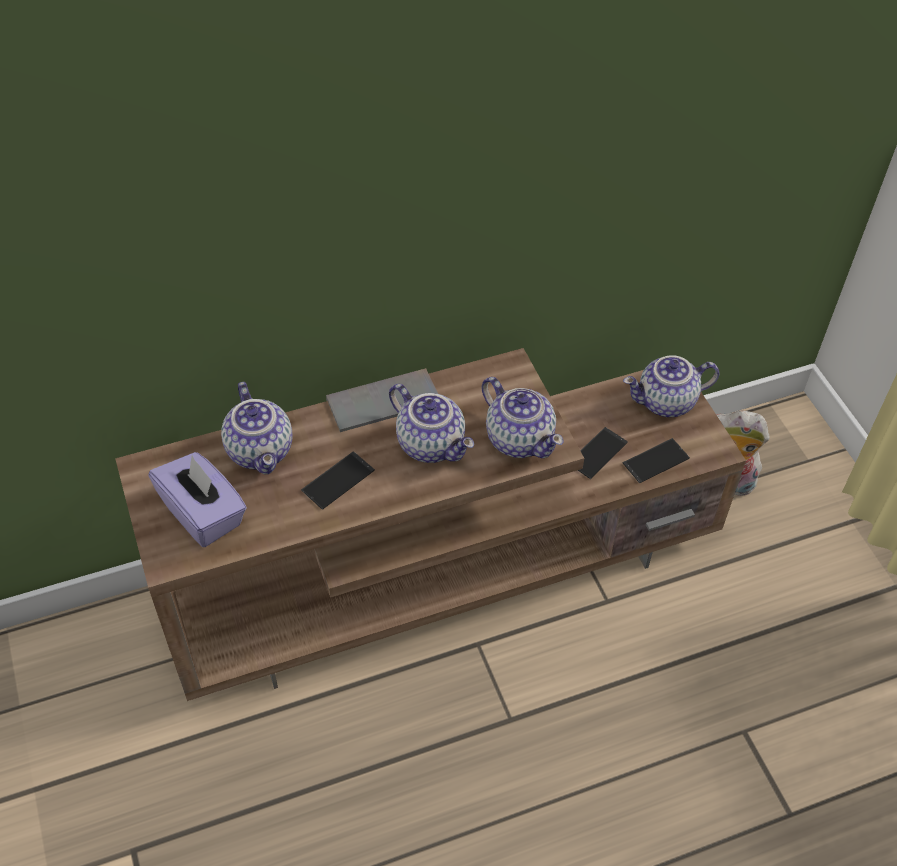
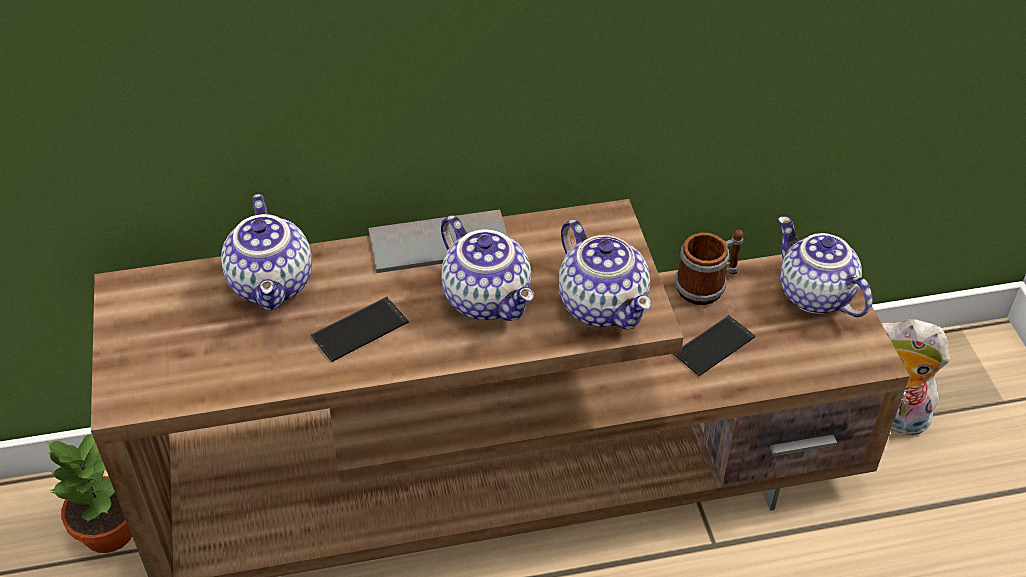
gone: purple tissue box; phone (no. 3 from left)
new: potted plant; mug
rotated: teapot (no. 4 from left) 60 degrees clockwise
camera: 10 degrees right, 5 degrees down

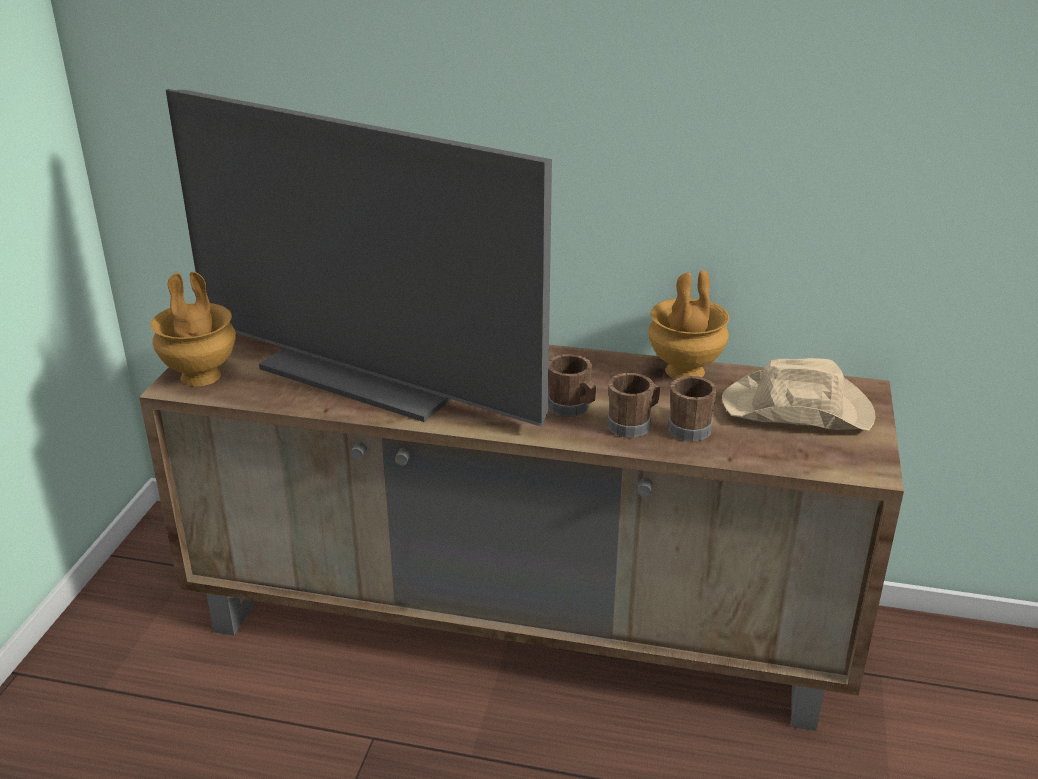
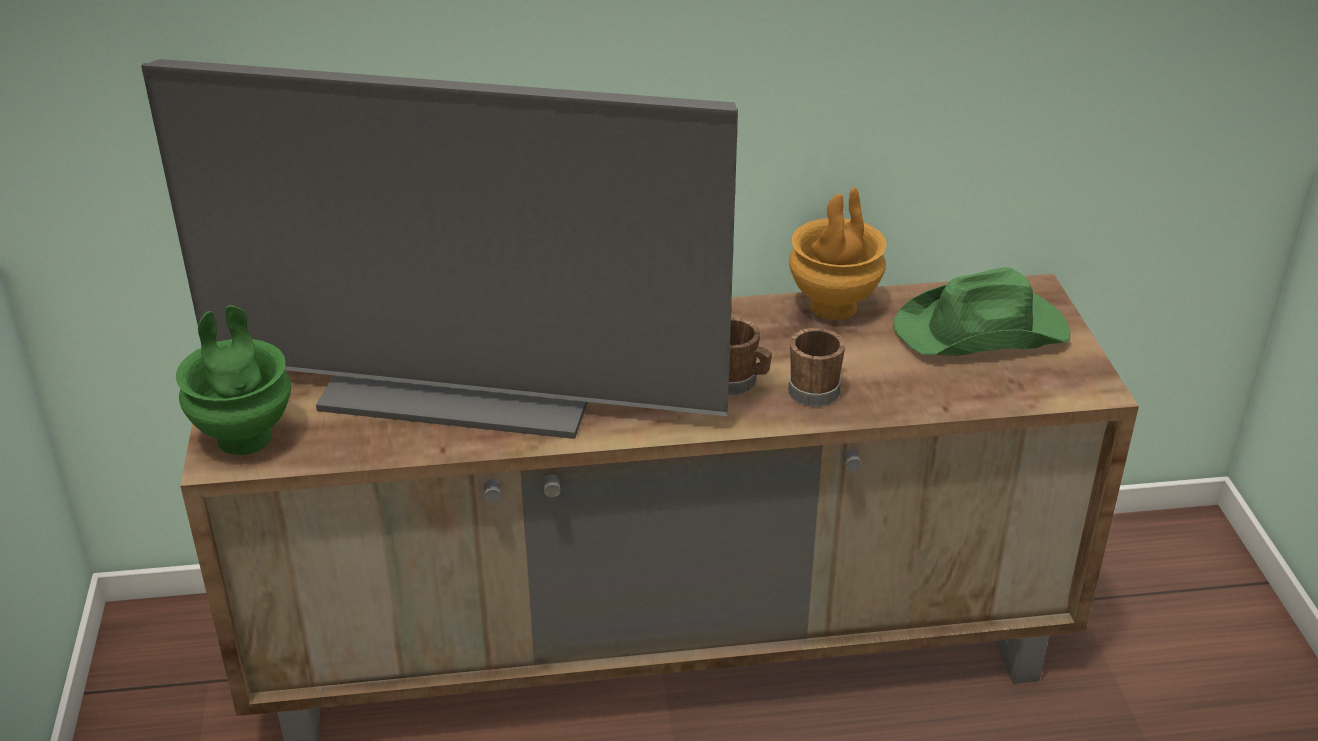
gone: brown mug (no. 3 from left)
repainted: brown vase (no. 1 from left) to green vase; beige hat to green hat
camera: 20 degrees left, 5 degrees up

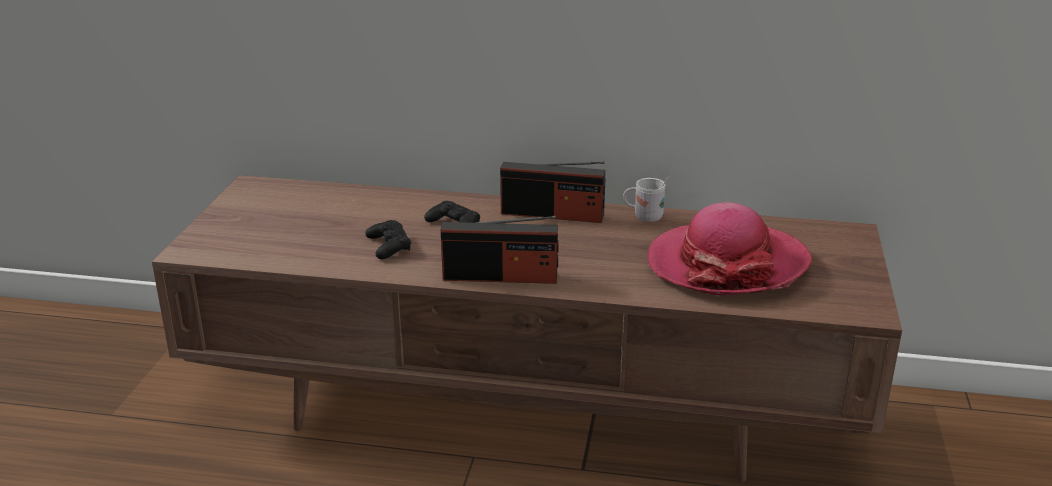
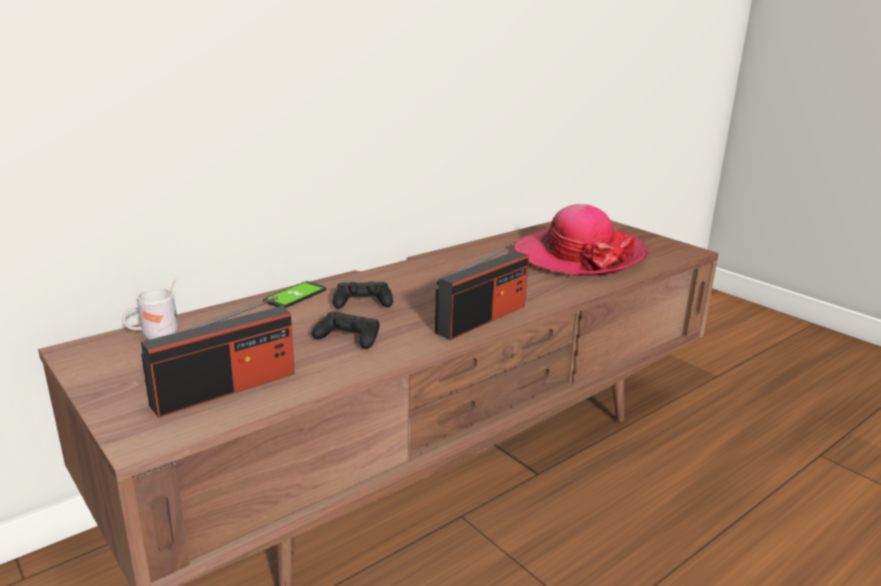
new: phone
shifted: radio (no. 2 from left in the first image) to radio (no. 1 from left); white mug
camera: 50 degrees left, 5 degrees down

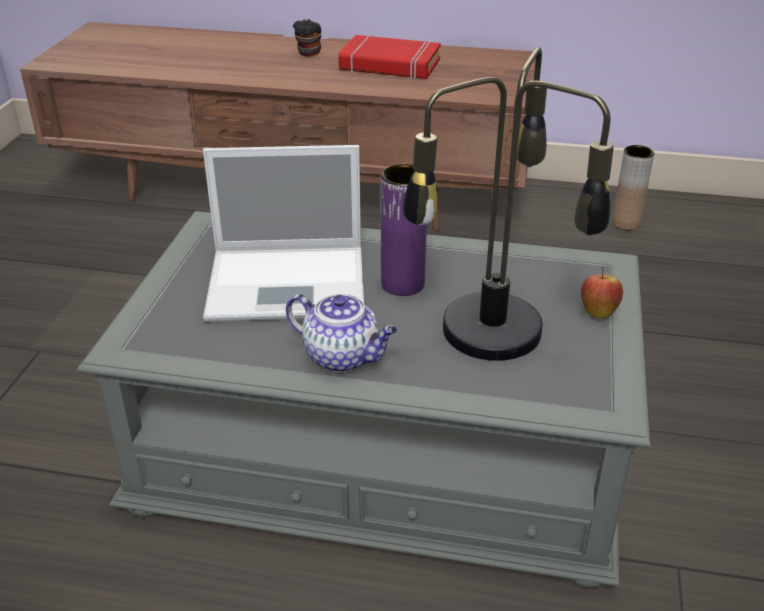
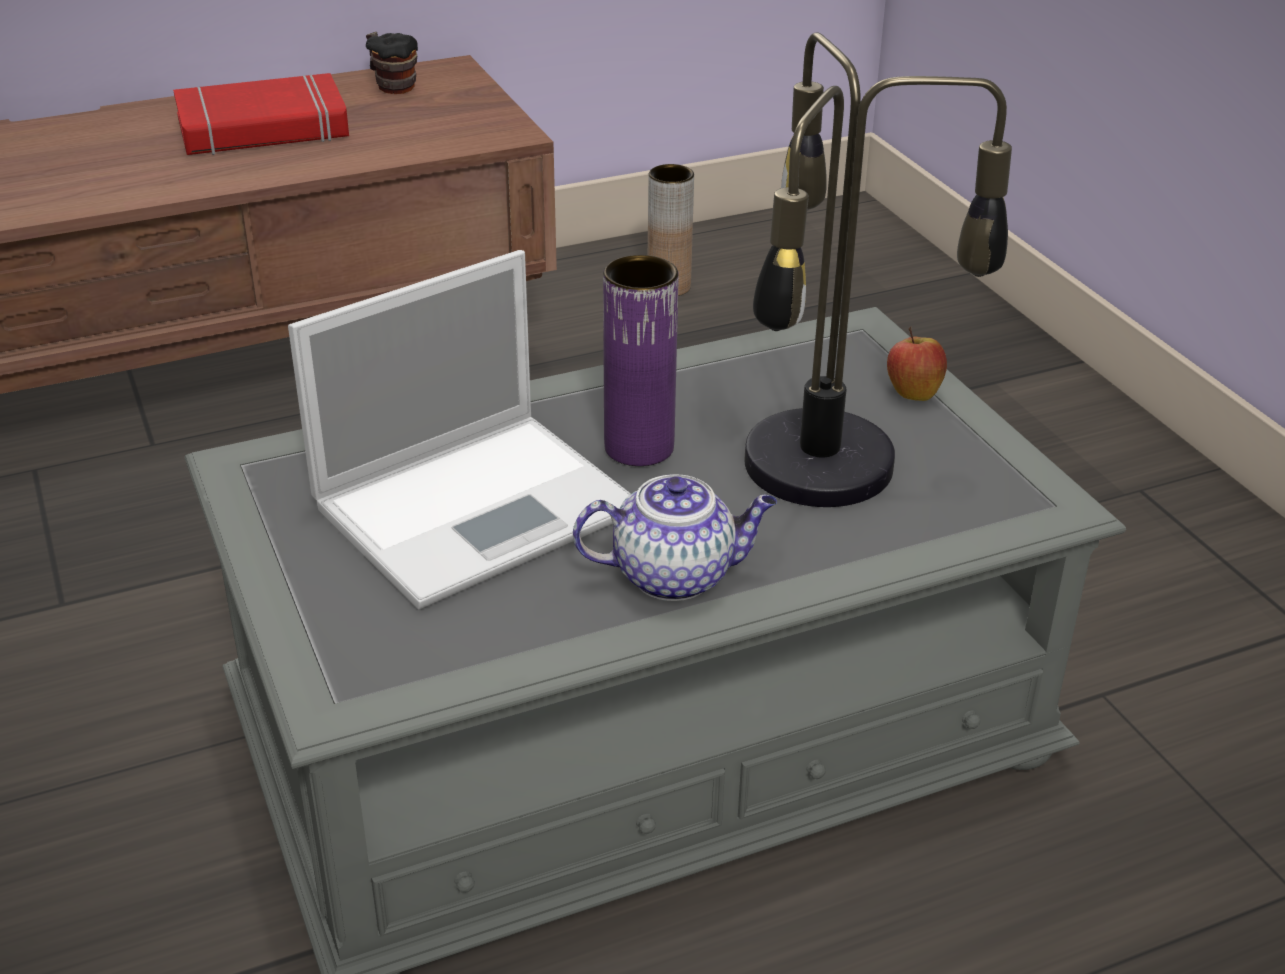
shifted: mug
camera: 35 degrees left, 0 degrees up

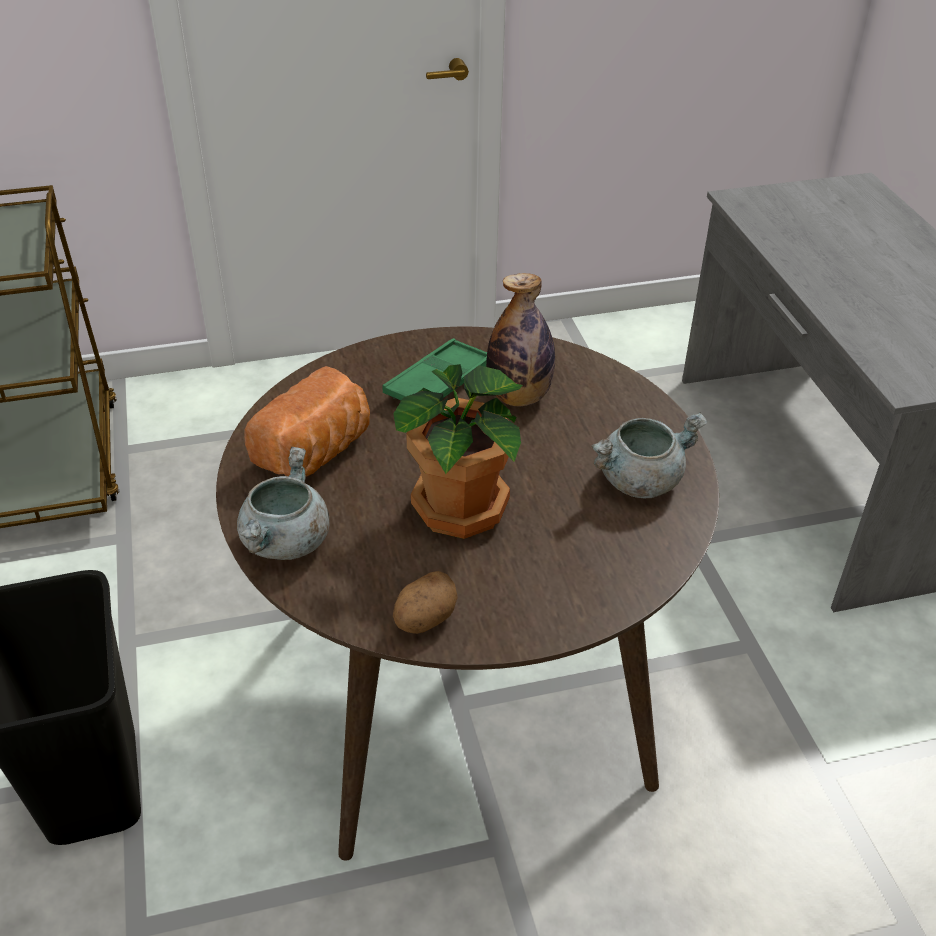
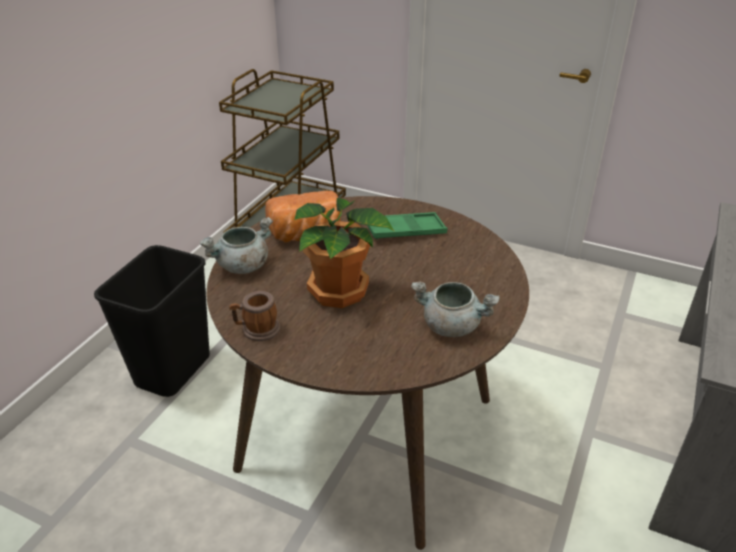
gone: bottle
swapped: potato to mug
camera: 40 degrees right, 5 degrees down

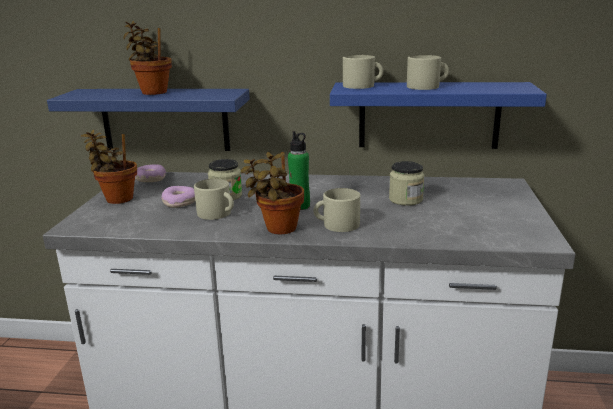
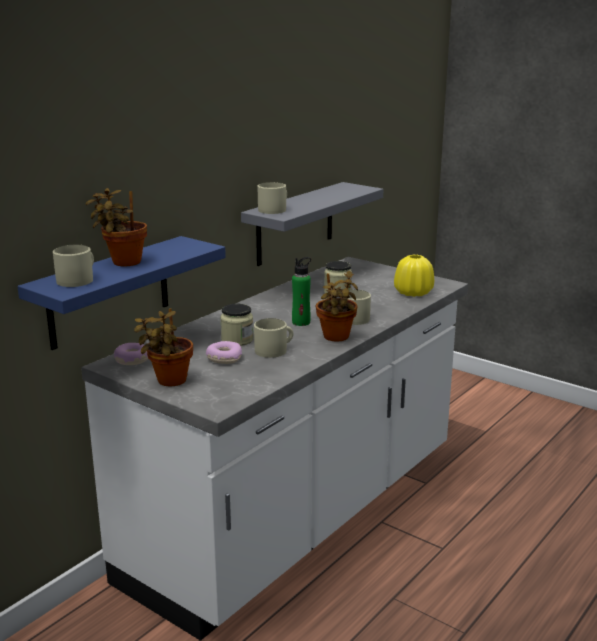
new: yellow vase
shifted: beige mug (no. 4 from left in the first image) to beige mug (no. 1 from left)
repainted: blue shelf (no. 2 from left) to grey shelf
camera: 60 degrees left, 0 degrees up

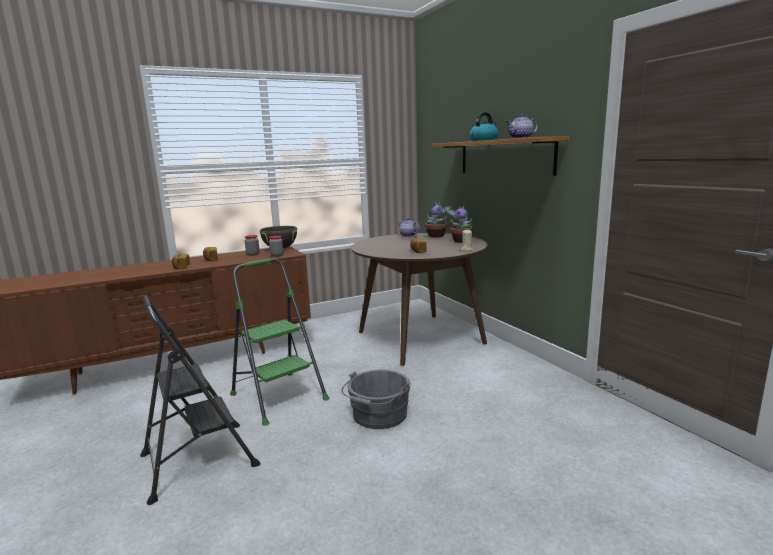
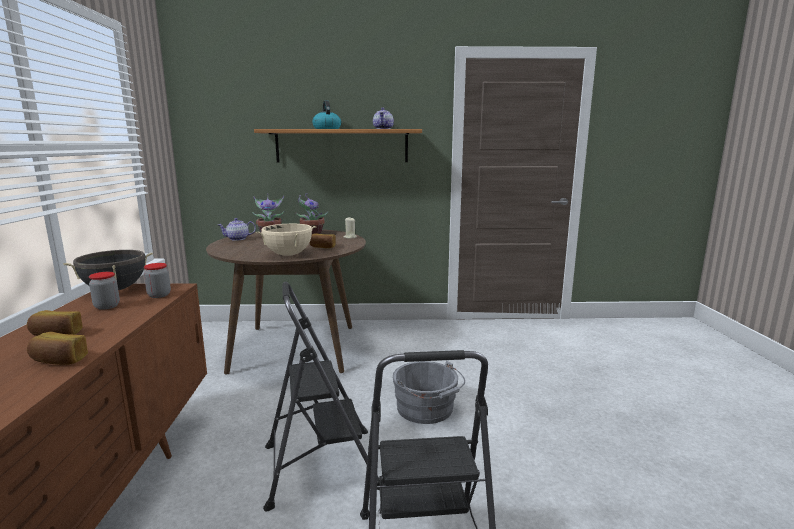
new: beige cooking pot
repainted: green step ladder to black step ladder (no. 1 from left)
camera: 65 degrees left, 0 degrees up

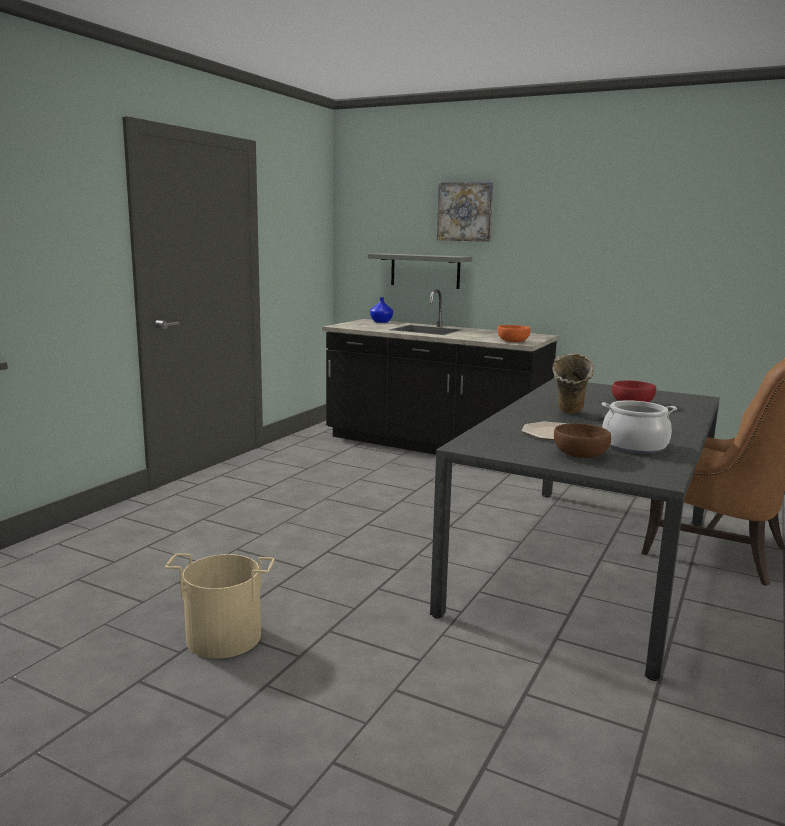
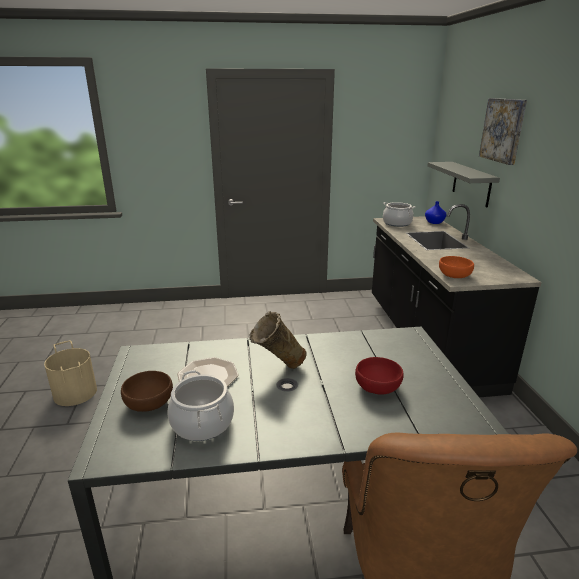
new: cooking pot (no. 2 from left)
camera: 55 degrees right, 10 degrees up

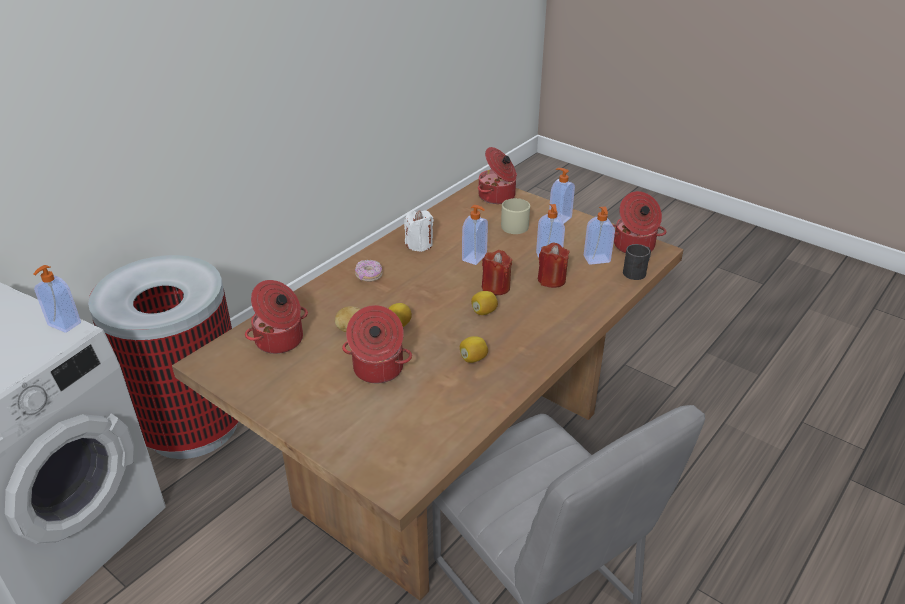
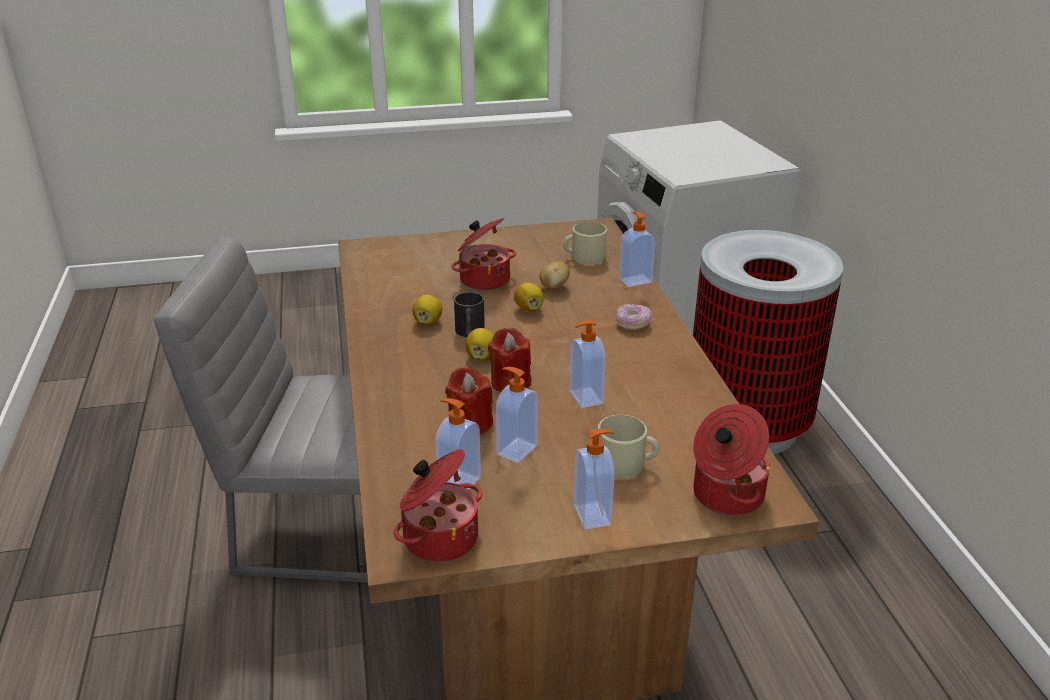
gone: white candle
shifted: soap dispenser (no. 1 from left in the first image) to soap dispenser (no. 5 from left); black mug
swapped: cooking pot (no. 1 from left) to beige mug (no. 1 from left)
camera: 130 degrees right, 5 degrees down

